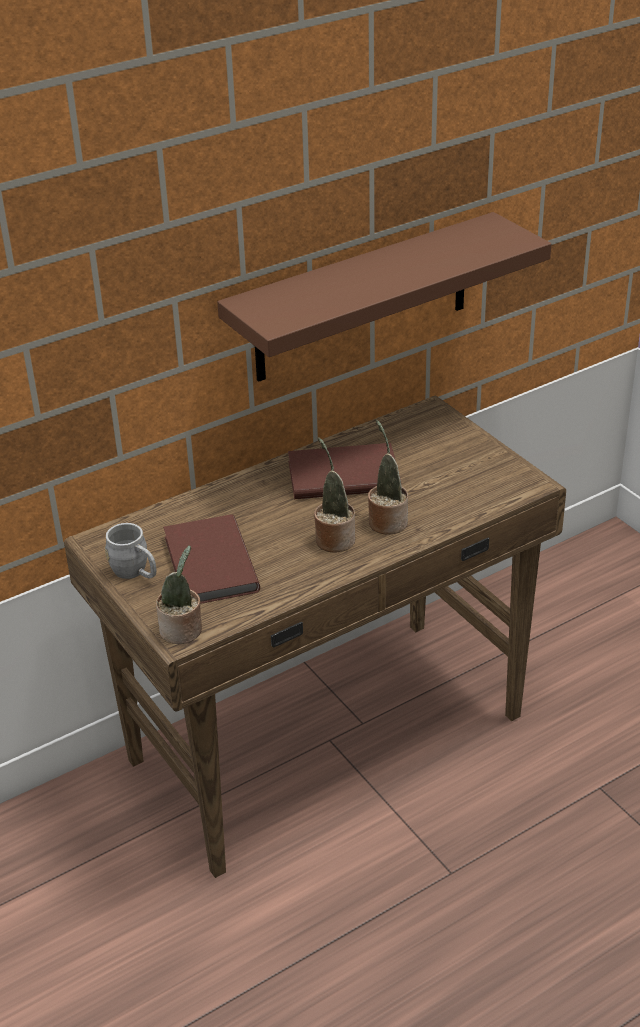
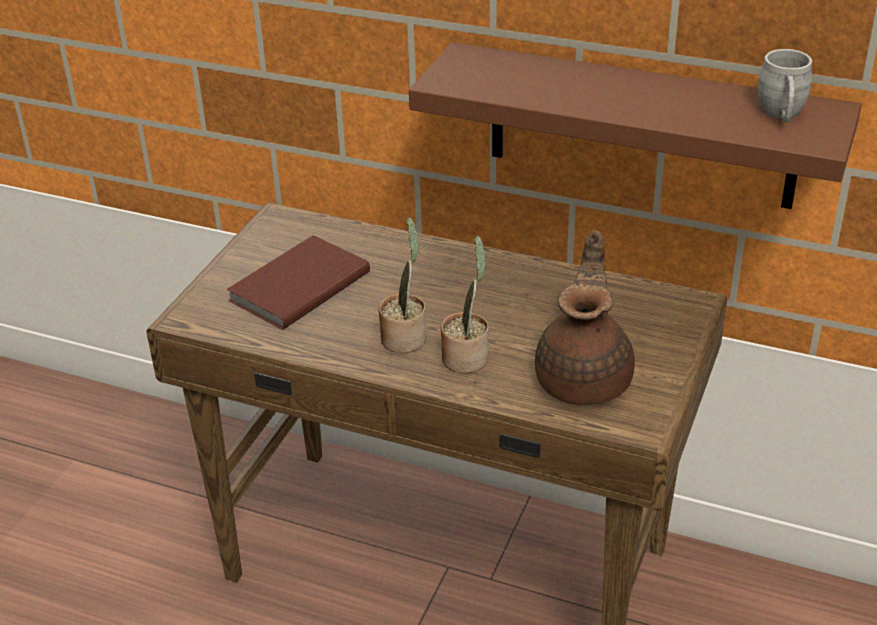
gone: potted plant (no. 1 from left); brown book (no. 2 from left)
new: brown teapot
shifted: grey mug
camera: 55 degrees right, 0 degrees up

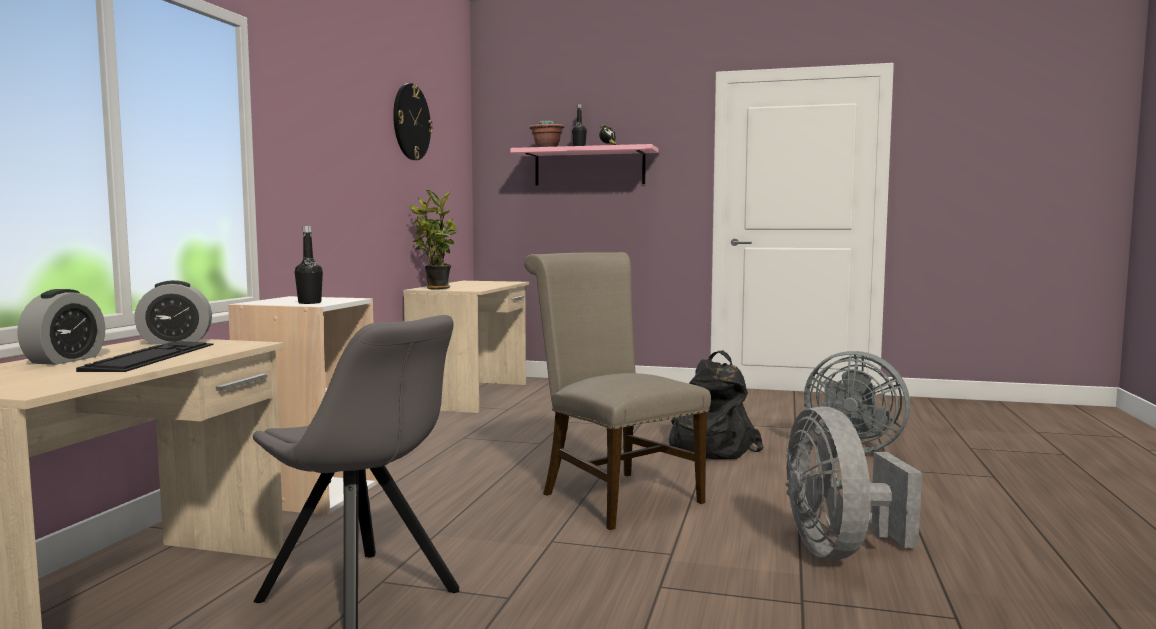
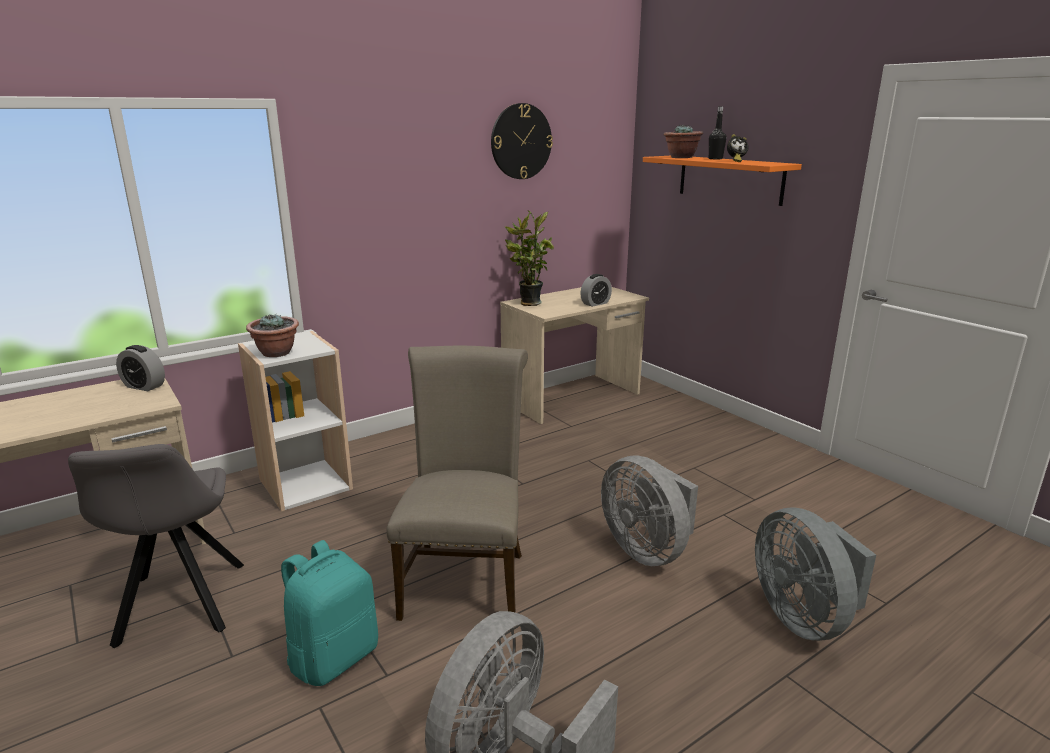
gone: keyboard
new: turquoise backpack
shifted: alarm clock (no. 1 from left in the first image) to alarm clock (no. 2 from left)
swapped: black bottle (no. 1 from left) to potted plant (no. 1 from left); black backpack to grey fan (no. 2 from left)
repainted: pink shelf to orange shelf
camera: 40 degrees right, 15 degrees up

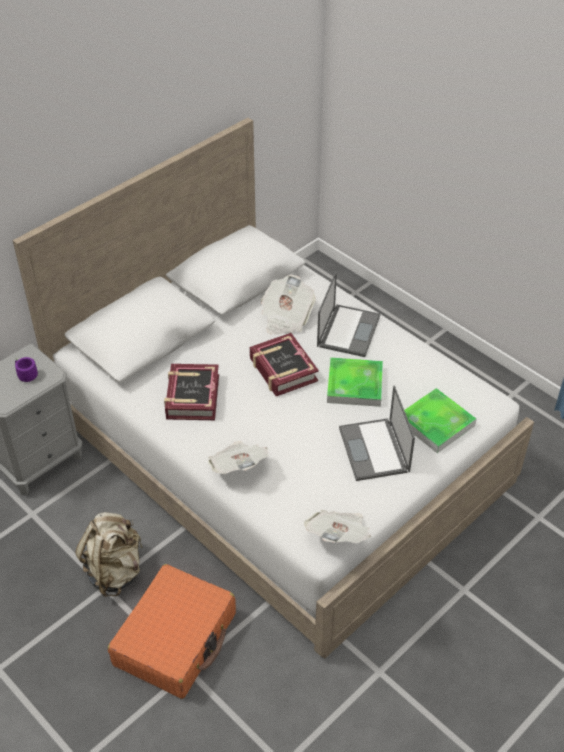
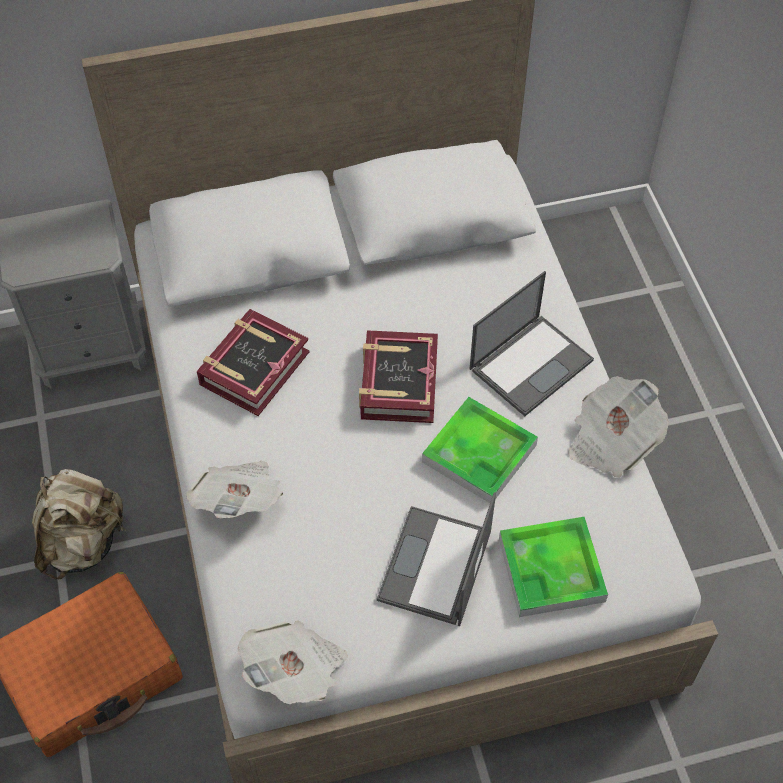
gone: purple mug
shifted: newspaper (no. 2 from left in the first image) to newspaper (no. 3 from left)
camera: 30 degrees right, 10 degrees up

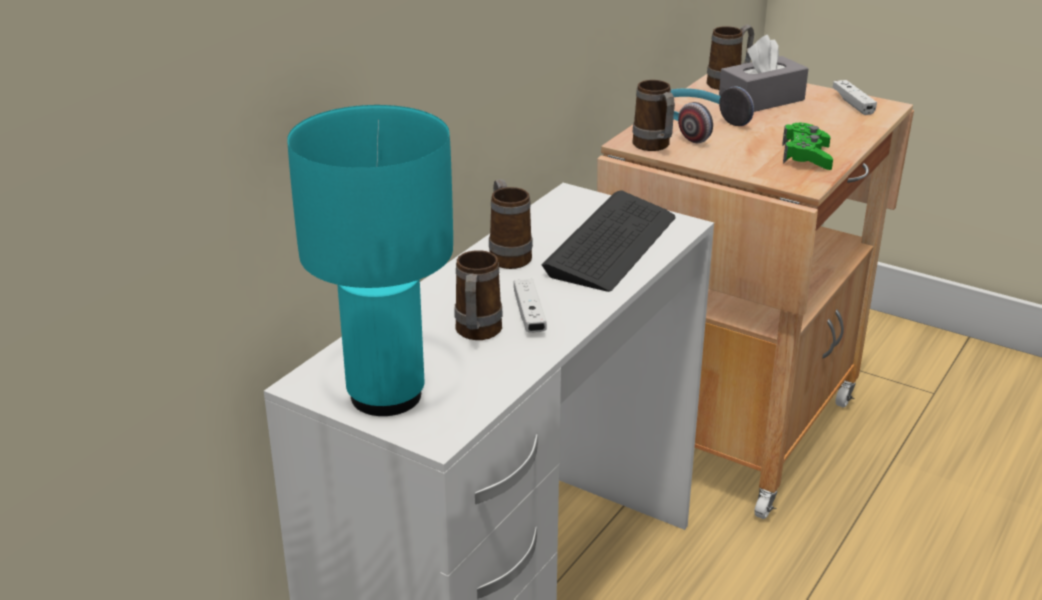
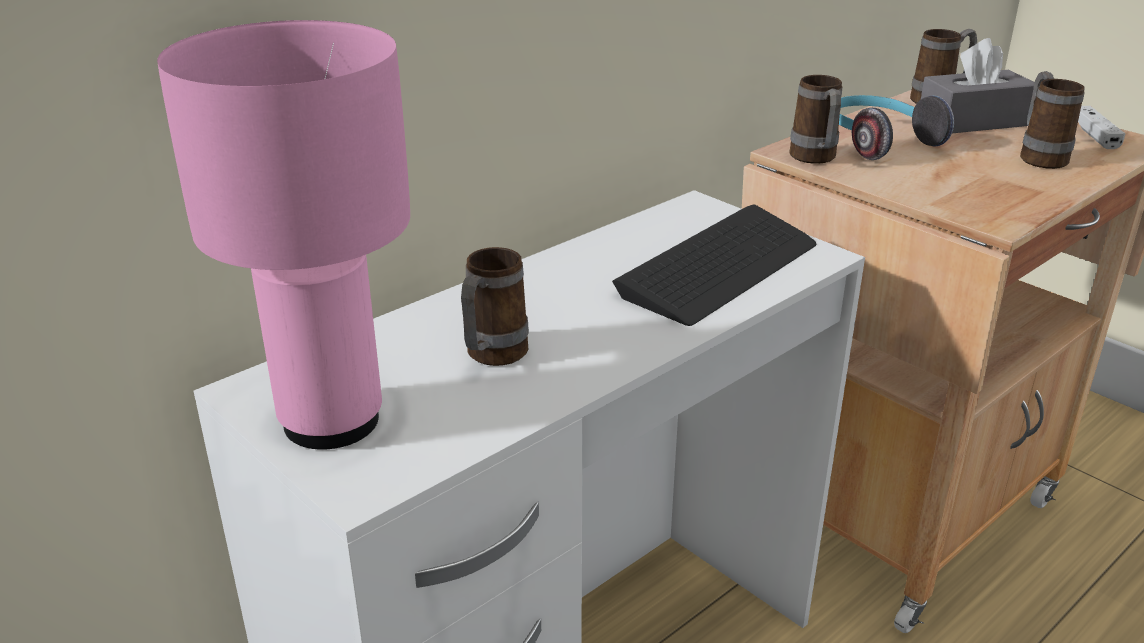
gone: white game controller (no. 1 from left); green game controller
shifted: mug (no. 2 from left in the first image) to mug (no. 4 from left)
repainted: turquoise table lamp to pink table lamp
camera: 15 degrees right, 0 degrees up

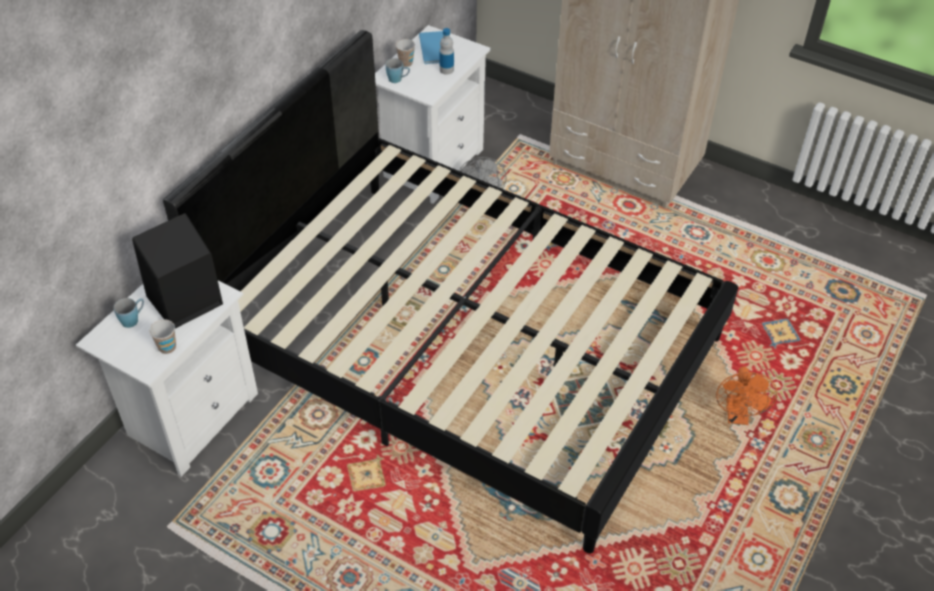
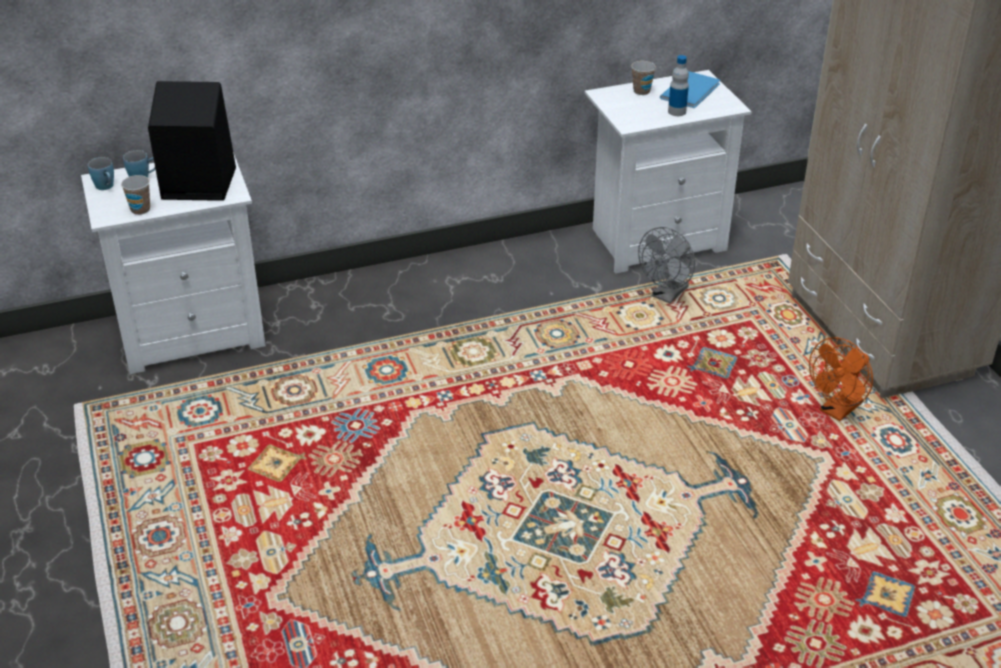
gone: black bed
shifted: blue mug (no. 2 from left in the first image) to blue mug (no. 1 from left); orange fan
camera: 40 degrees right, 10 degrees down

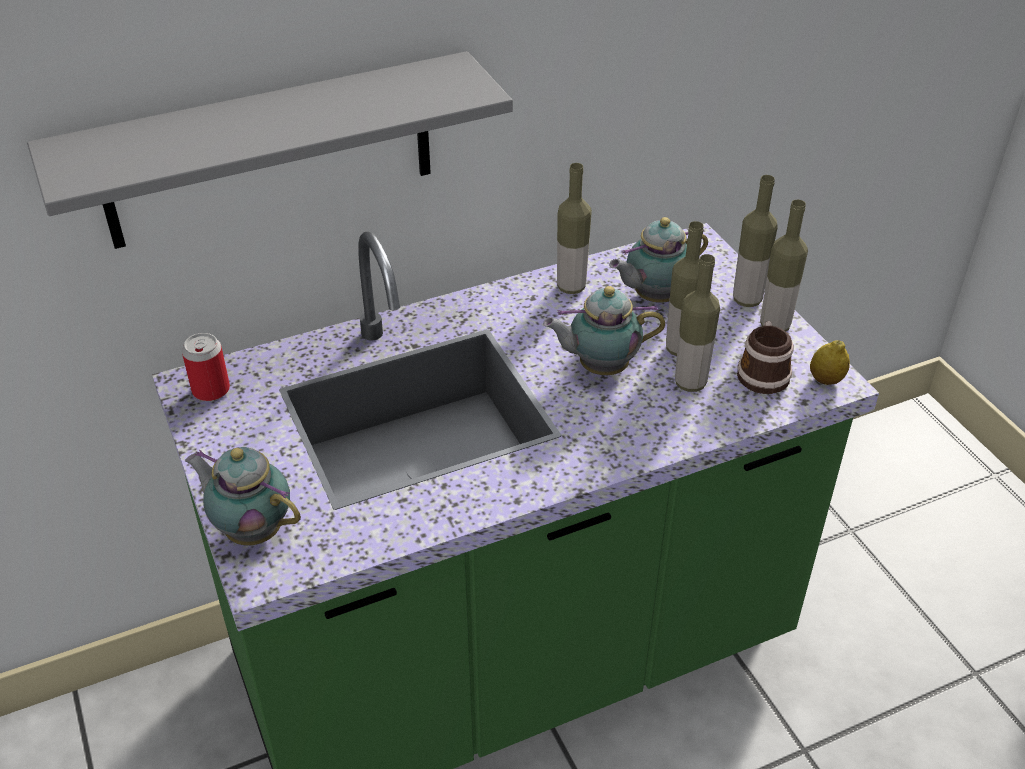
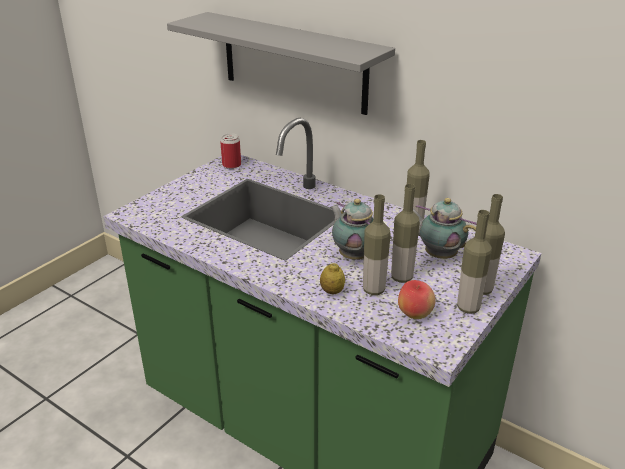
gone: teapot (no. 1 from left)
shifted: lemon
swapped: mug to apple
camera: 60 degrees right, 10 degrees down

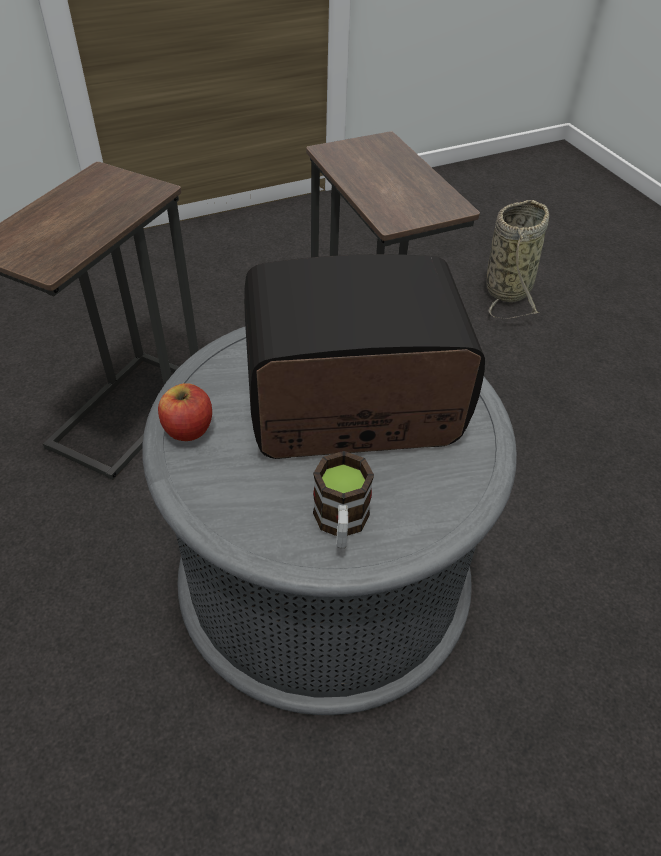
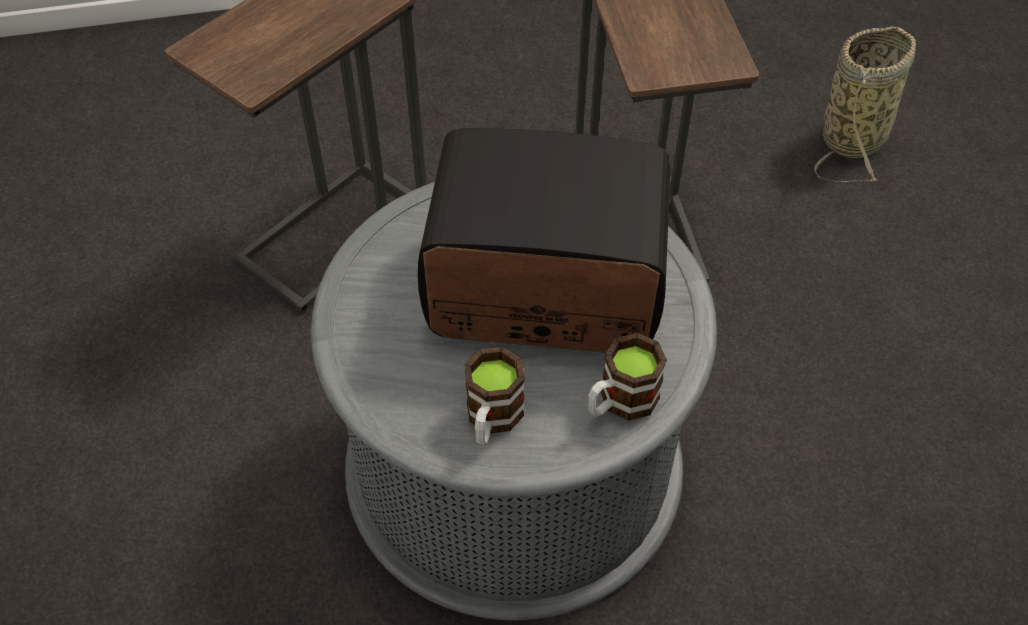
gone: apple
new: mug (no. 2 from left)
camera: 15 degrees right, 5 degrees up

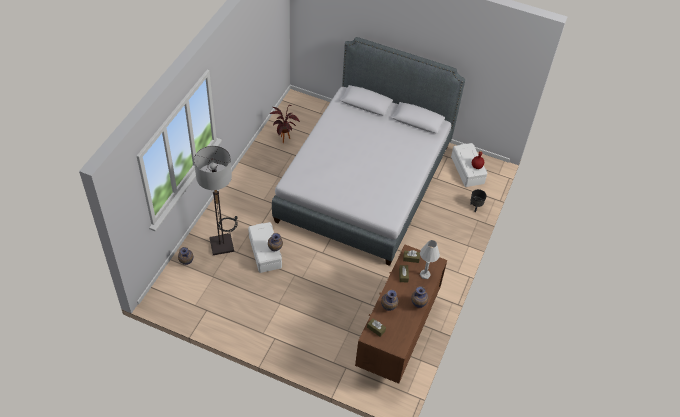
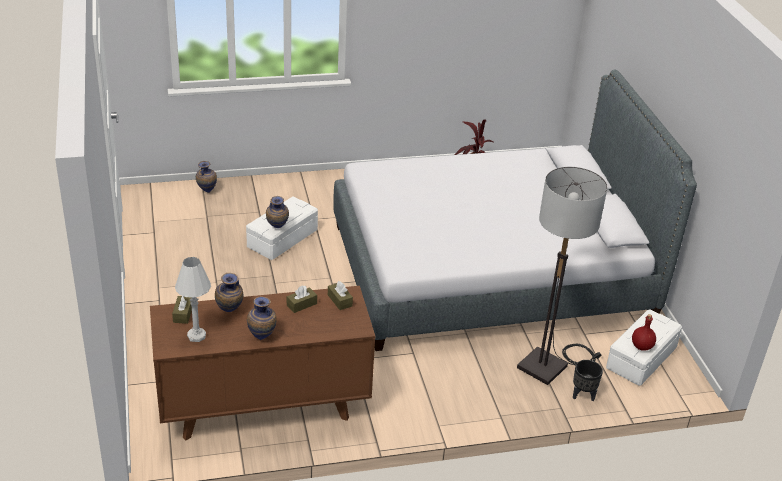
shifted: floor lamp; white table lamp
camera: 55 degrees right, 15 degrees down

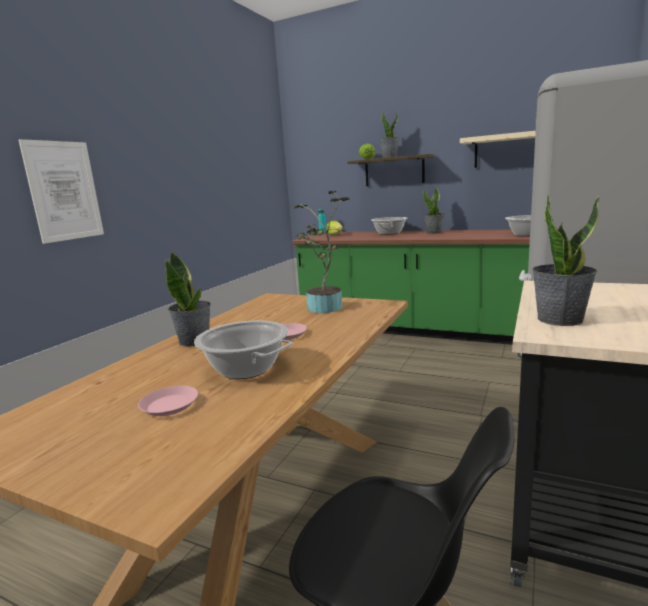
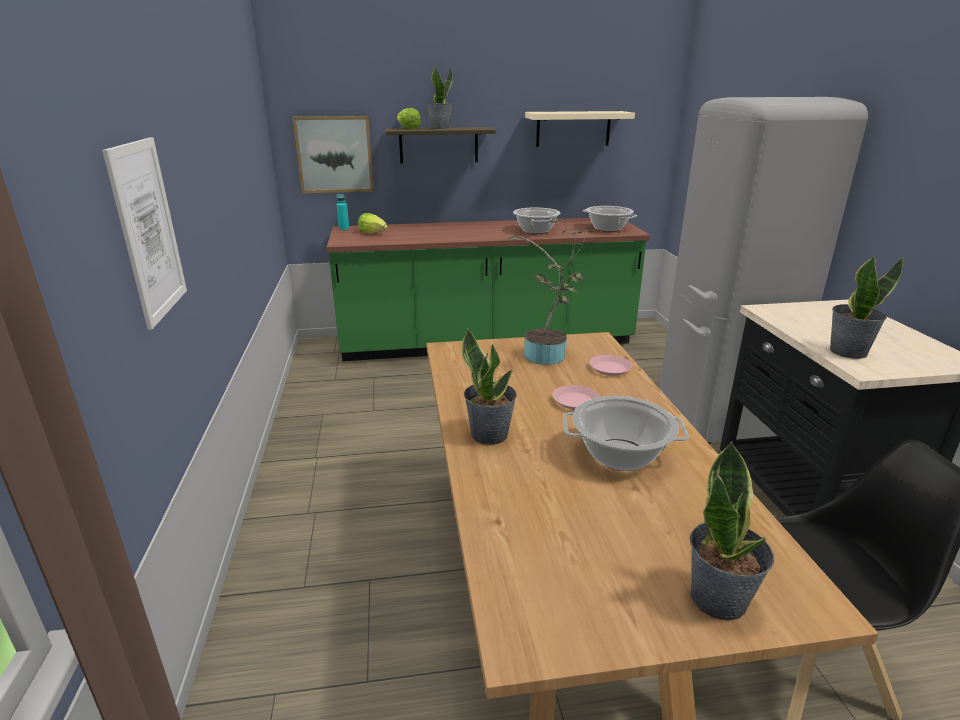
new: picture (no. 2 from left)
shifted: pink plate (no. 1 from left in the first image) to pink plate (no. 2 from left); cooking pot (no. 2 from left in the first image) to cooking pot (no. 1 from left); potted plant (no. 4 from left)
camera: 35 degrees left, 10 degrees up

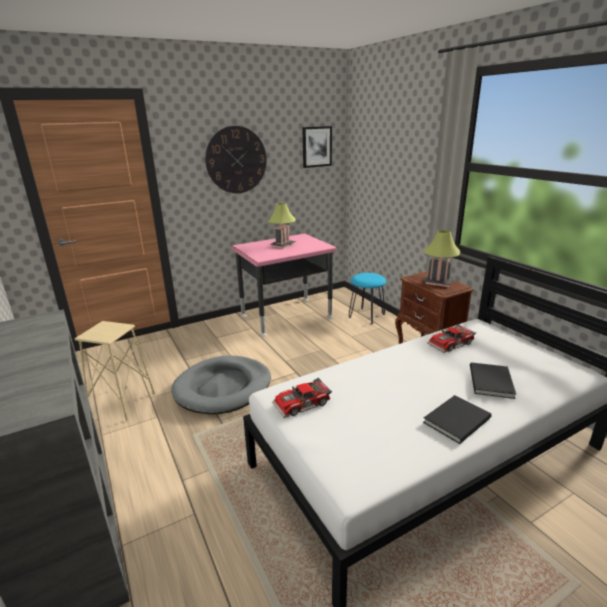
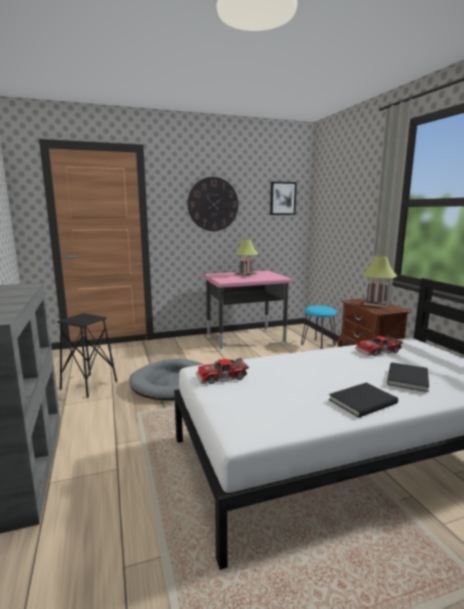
repainted: beige stool to black stool
camera: 10 degrees right, 10 degrees down

